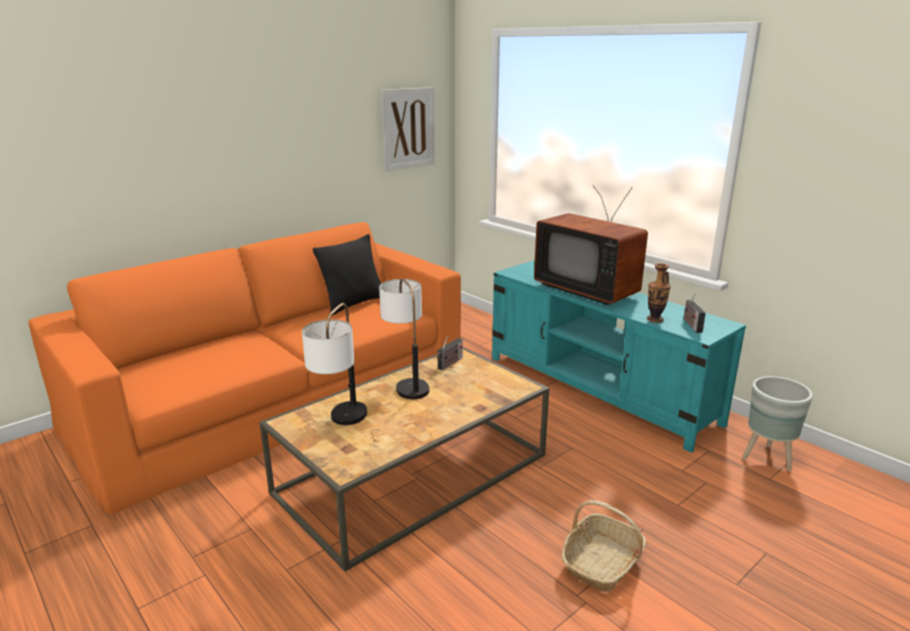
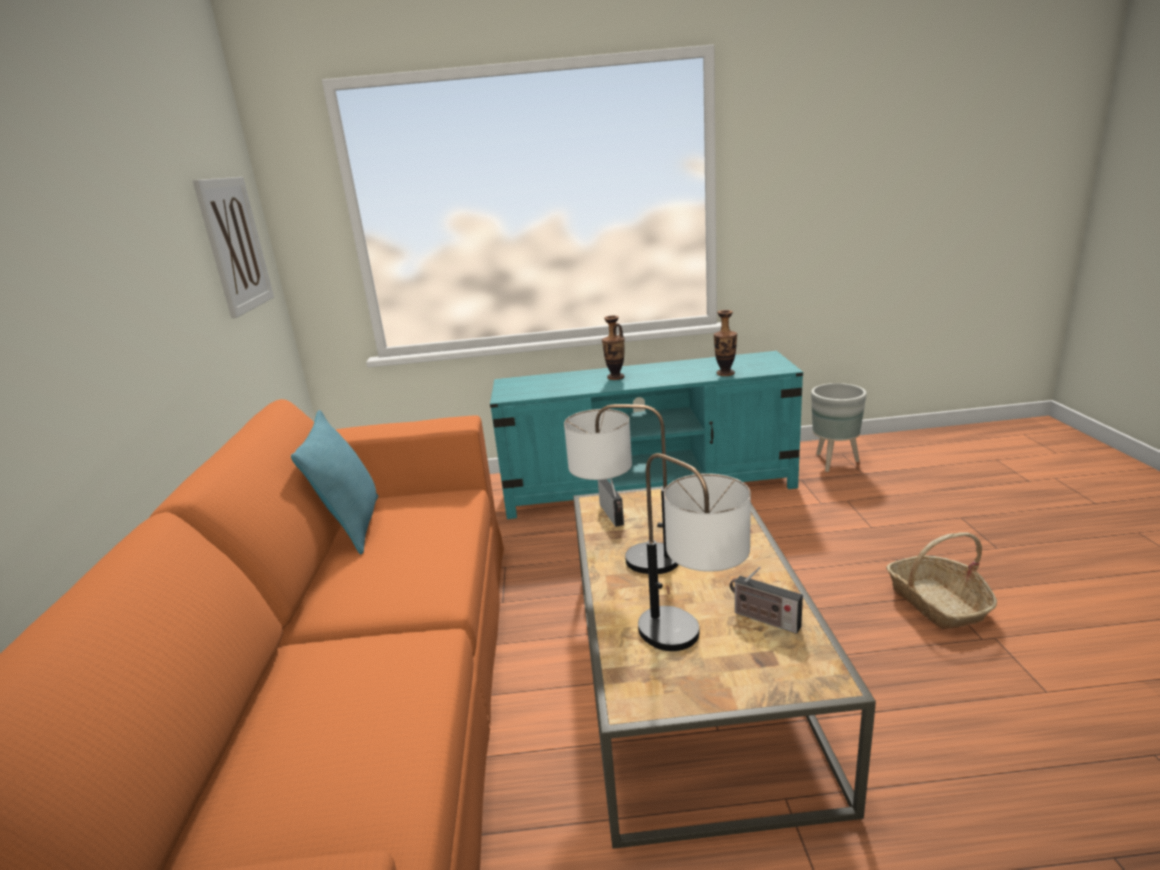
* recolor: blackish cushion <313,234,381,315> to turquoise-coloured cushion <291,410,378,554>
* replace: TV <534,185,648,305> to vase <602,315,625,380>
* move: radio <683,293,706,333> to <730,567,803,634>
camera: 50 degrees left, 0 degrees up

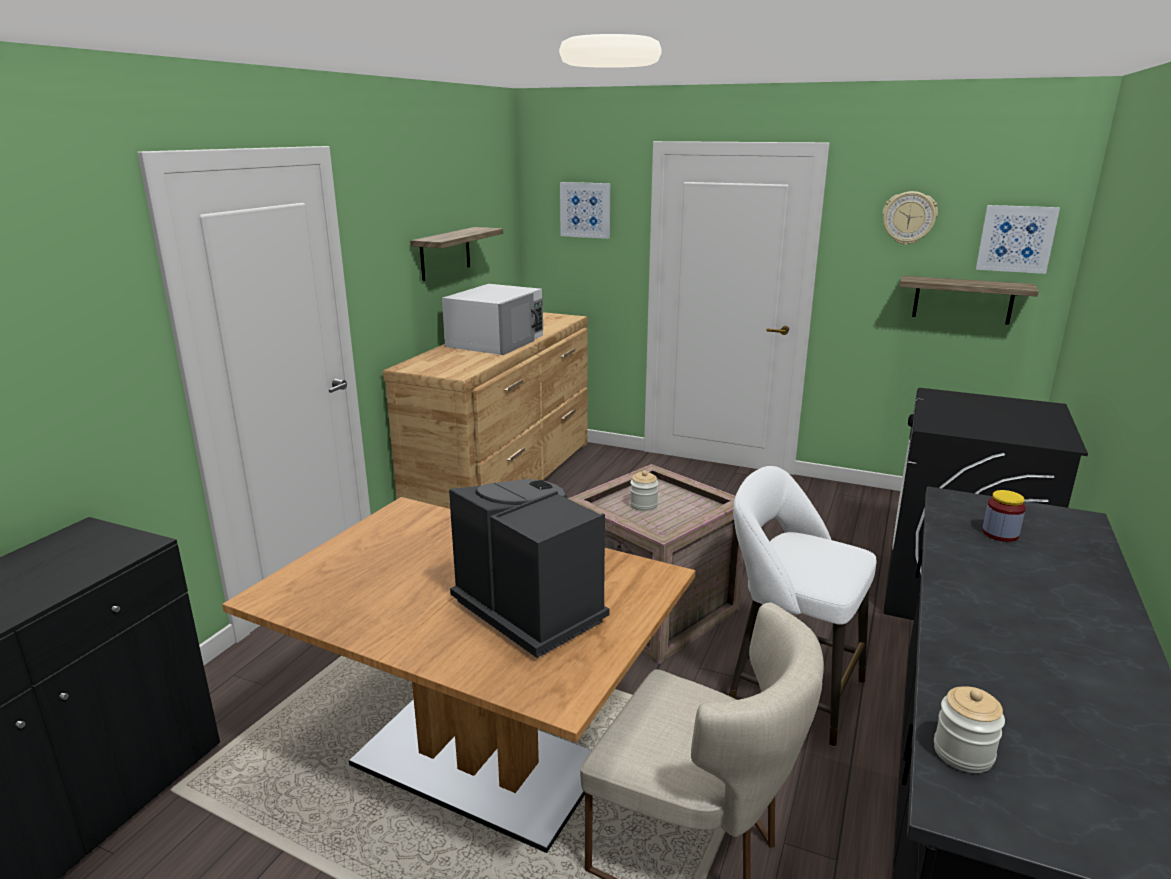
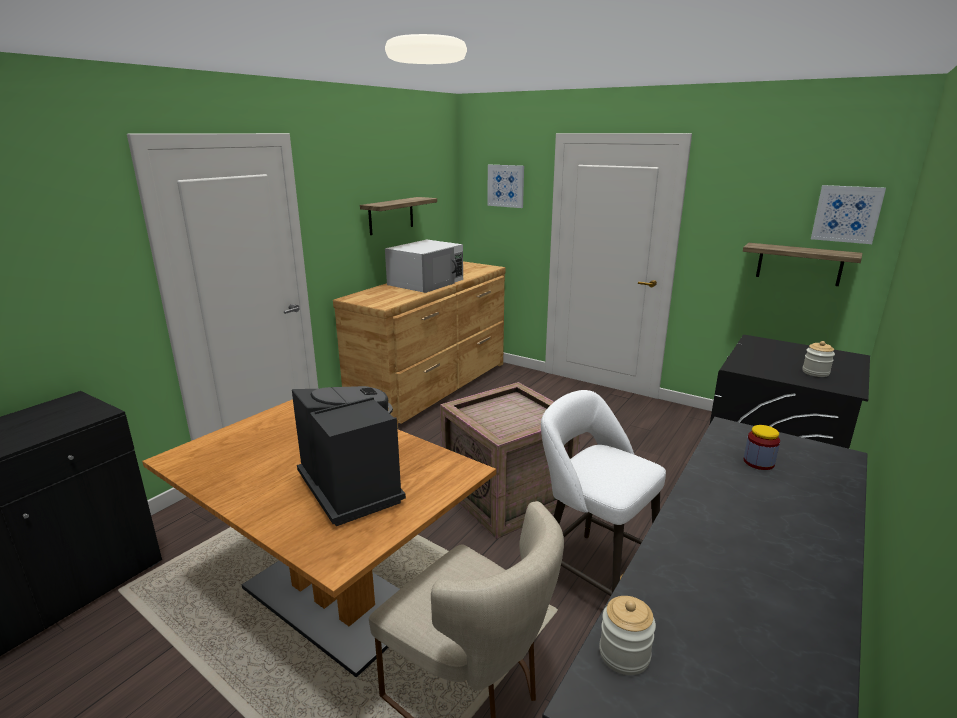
* move: preserve jar <630,471,659,511> to <802,341,835,377>
* delete: clock on the wall <882,191,938,245>
camera: 10 degrees right, 0 degrees up

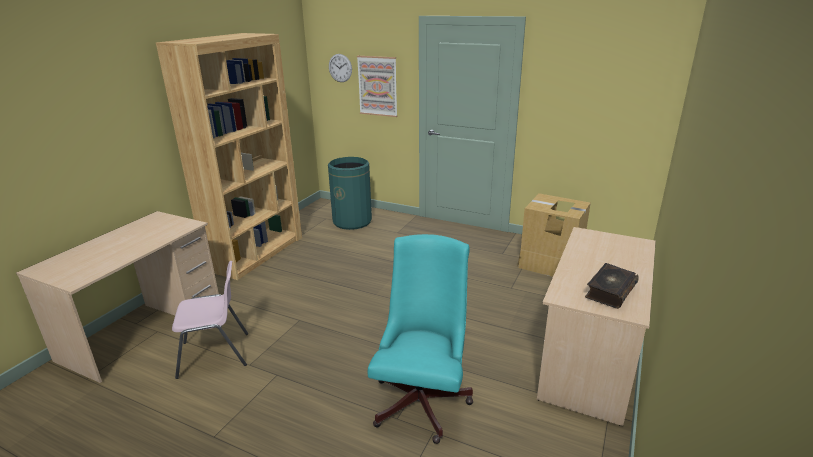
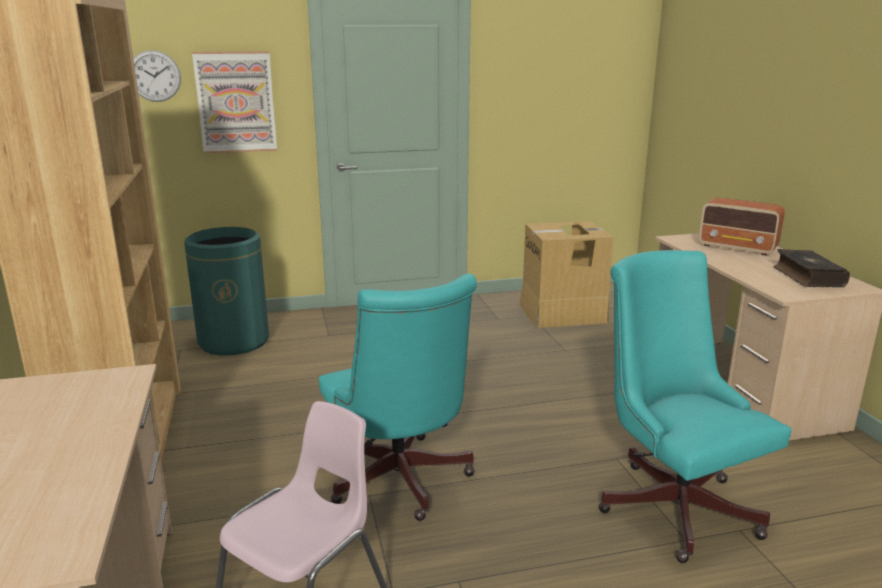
* insert: turquoise-coloured office chair <319,273,477,521>
* insert: radio <699,198,785,256>
camera: 40 degrees left, 5 degrees down

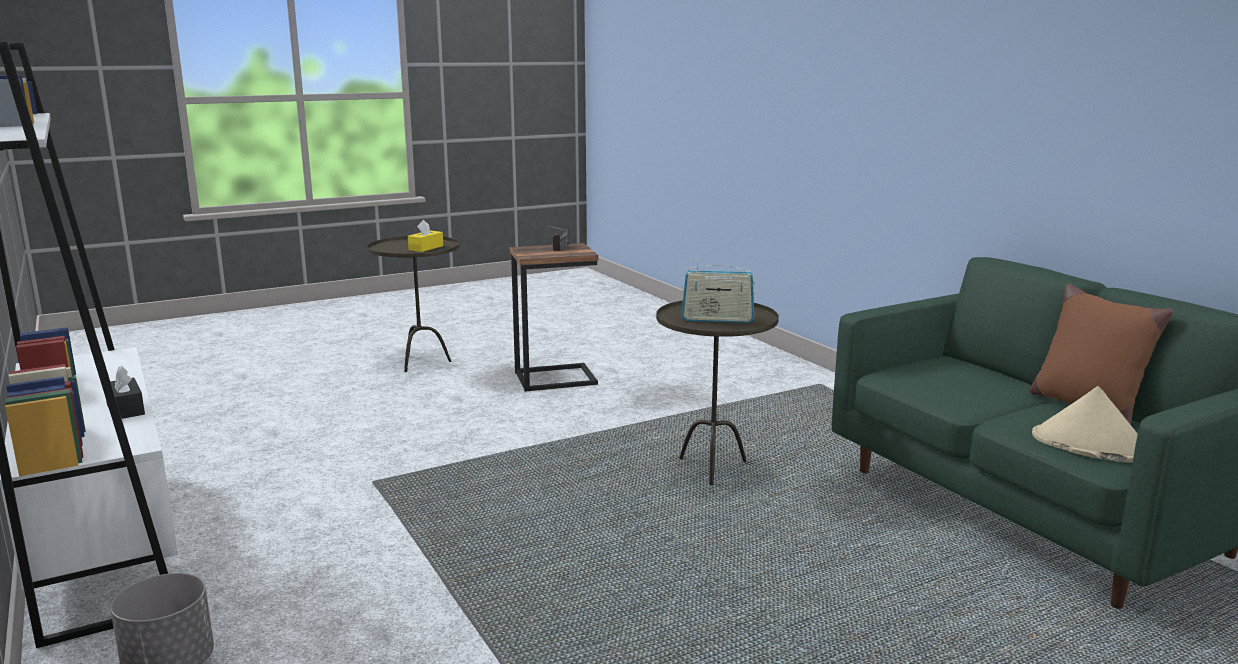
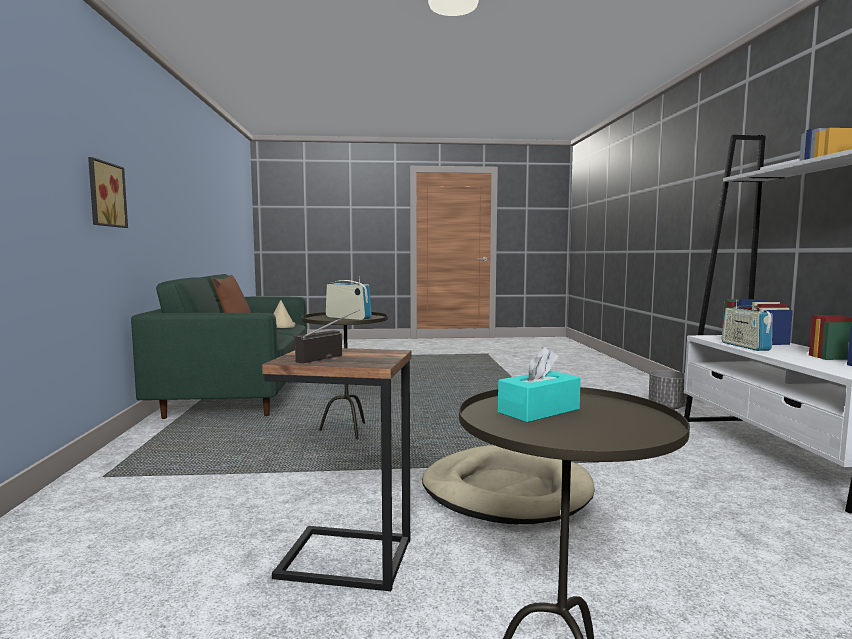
* replace: blackish tissue holder <106,366,145,419> to radio <722,300,772,351>
* recolor: yellow-coloured tissue holder <408,220,443,252> to turquoise-coloured tissue holder <498,347,581,422>
* insert: wall picture <88,157,128,228>
* insert: sand-coloured dog cushion <422,445,594,524>
camera: 155 degrees left, 10 degrees down

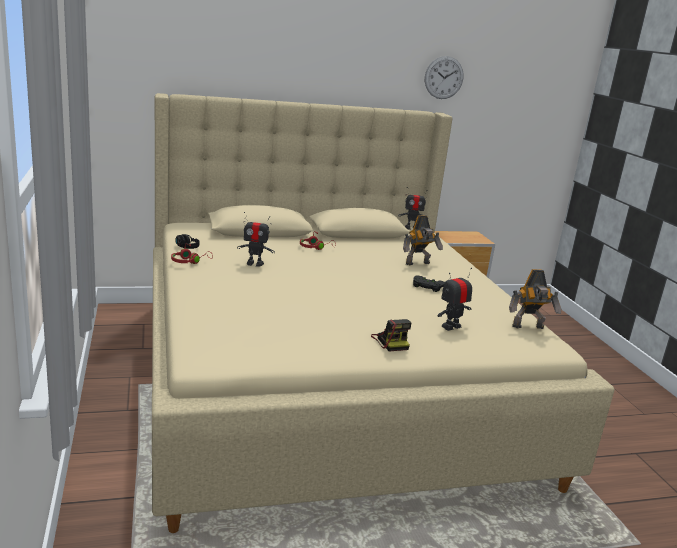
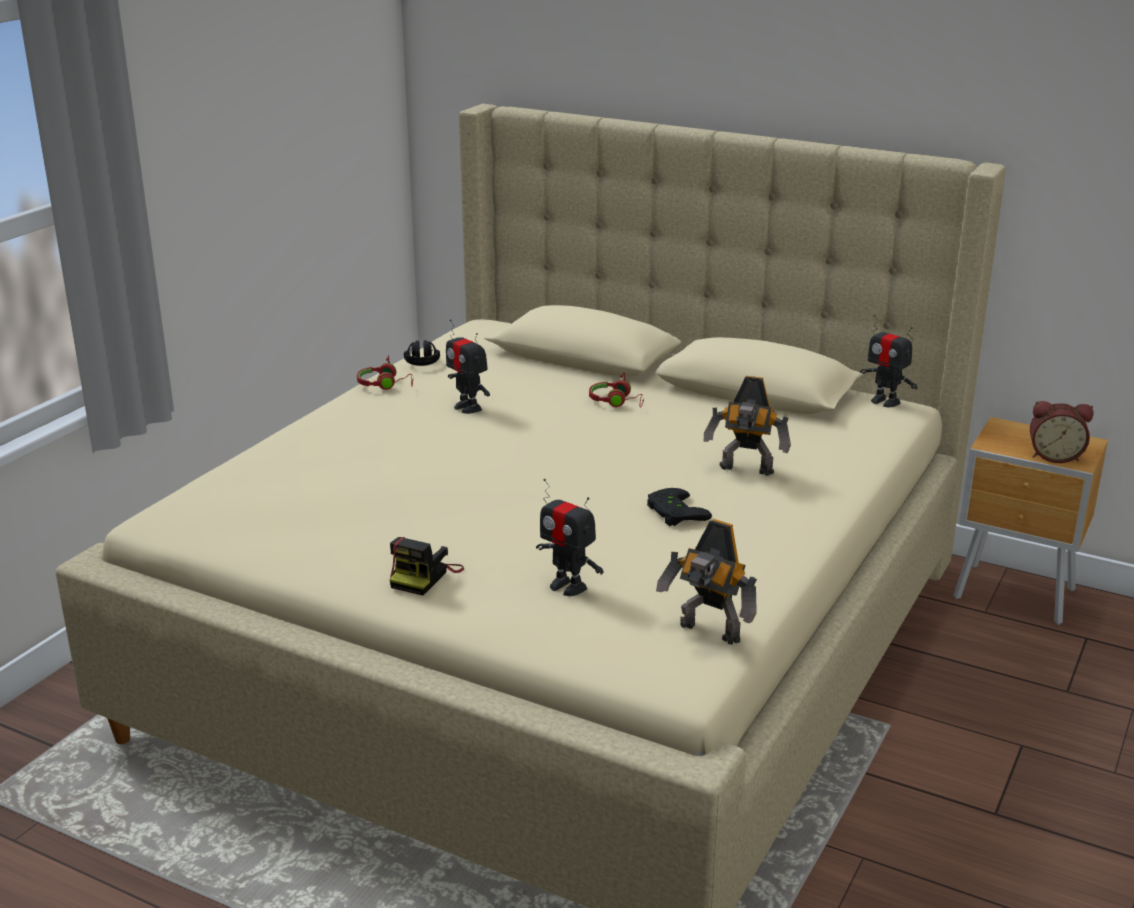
* delete: clock on the wall <425,56,464,99>
* rotate: model robot <438,268,472,331> = <536,479,604,596> 150 degrees counterclockwise
* insert: alarm clock <1030,401,1094,463>
camera: 45 degrees right, 5 degrees up

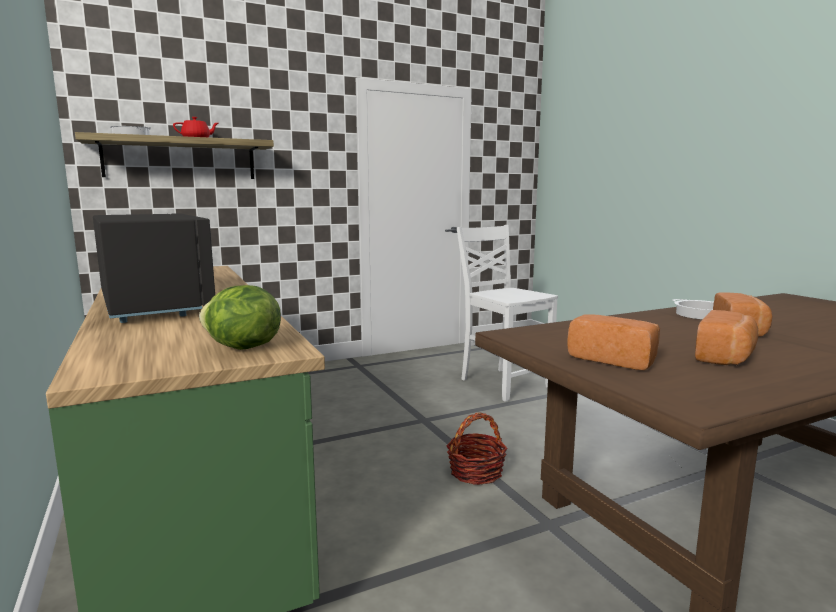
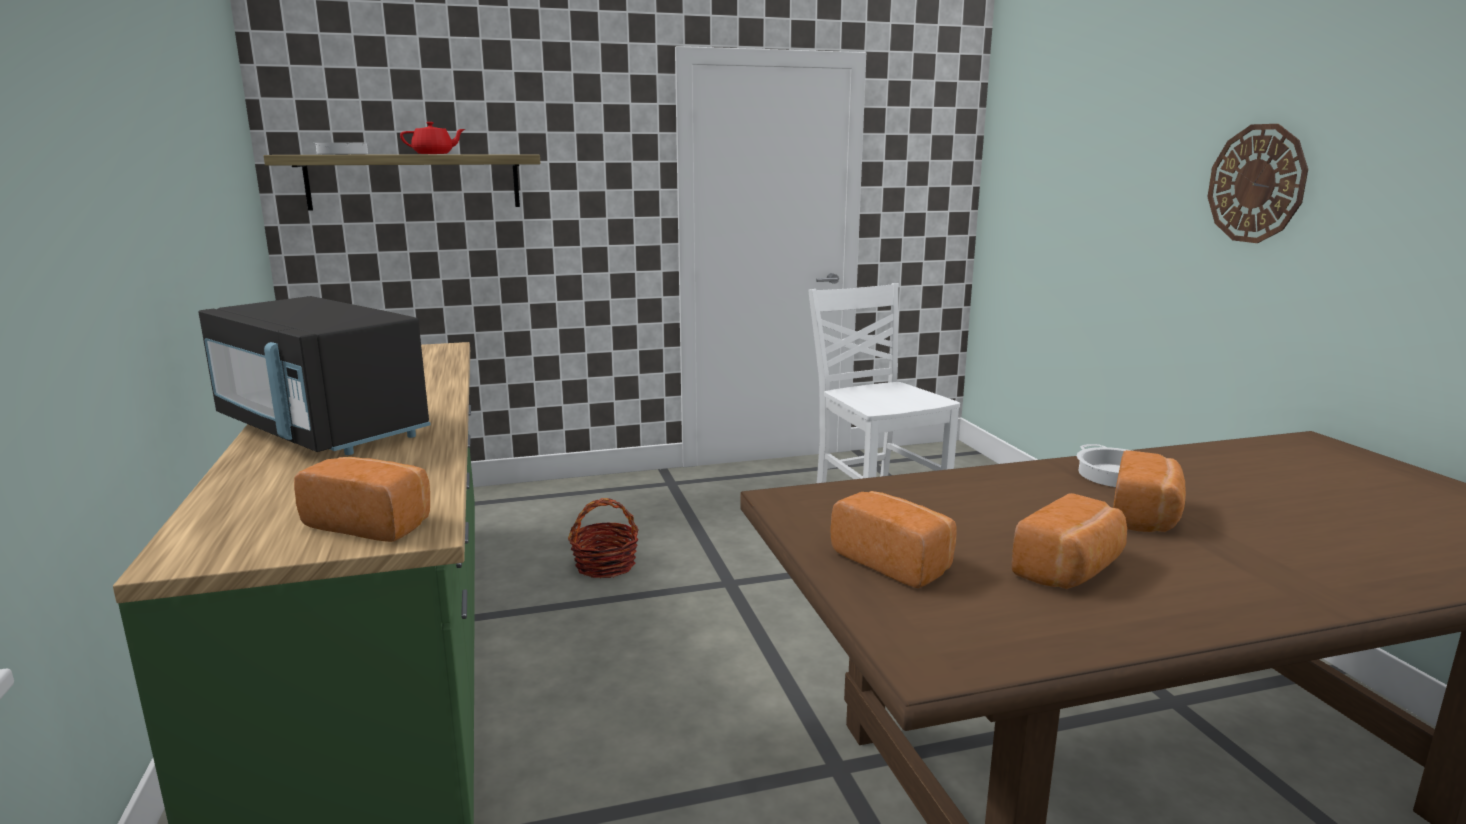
* rotate: blackish kitchen microwave <93,213,215,323> = <198,296,431,455> 150 degrees clockwise
* replace: lettuce head <199,285,281,350> to bakery bread <294,457,430,542>
* move: basket <446,412,507,485> to <568,498,639,578>
* insert: clock on the wall <1208,124,1308,243>
camera: 10 degrees right, 5 degrees up

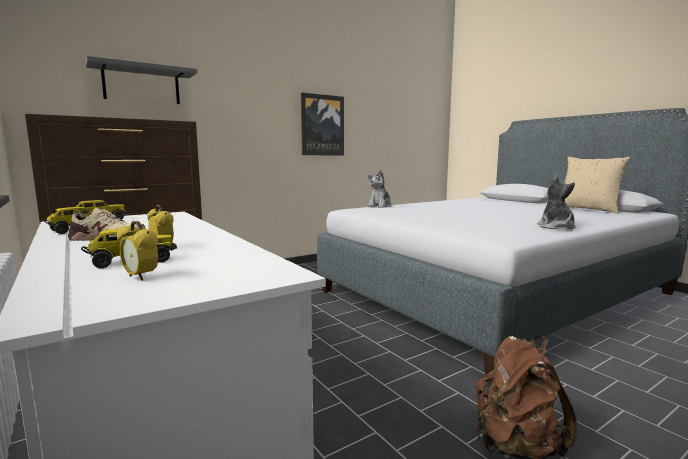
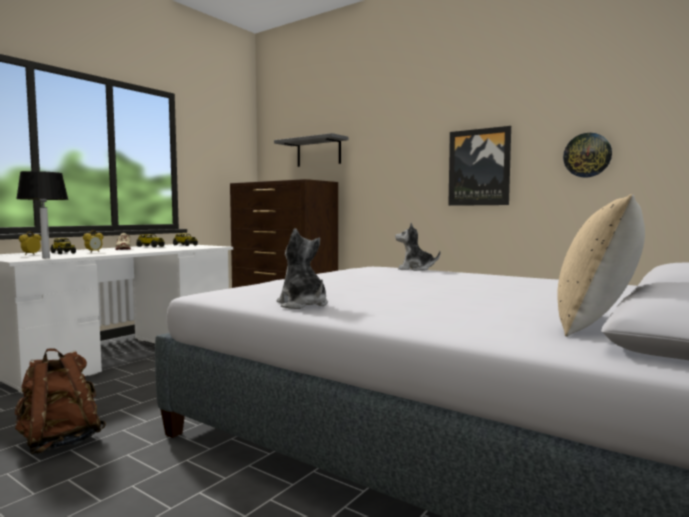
* rotate: soft toy <537,176,576,229> = <277,229,328,309> 105 degrees counterclockwise
* insert: table lamp <16,171,69,258>
* insert: clock on the wall <563,133,612,178>
camera: 70 degrees right, 5 degrees down

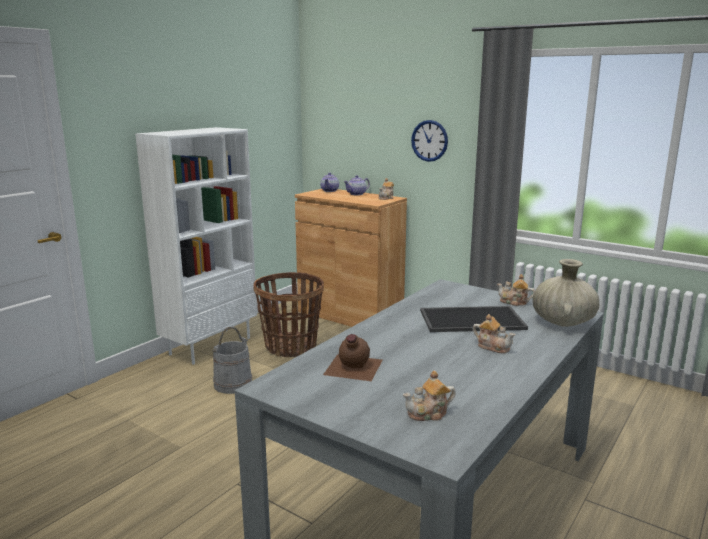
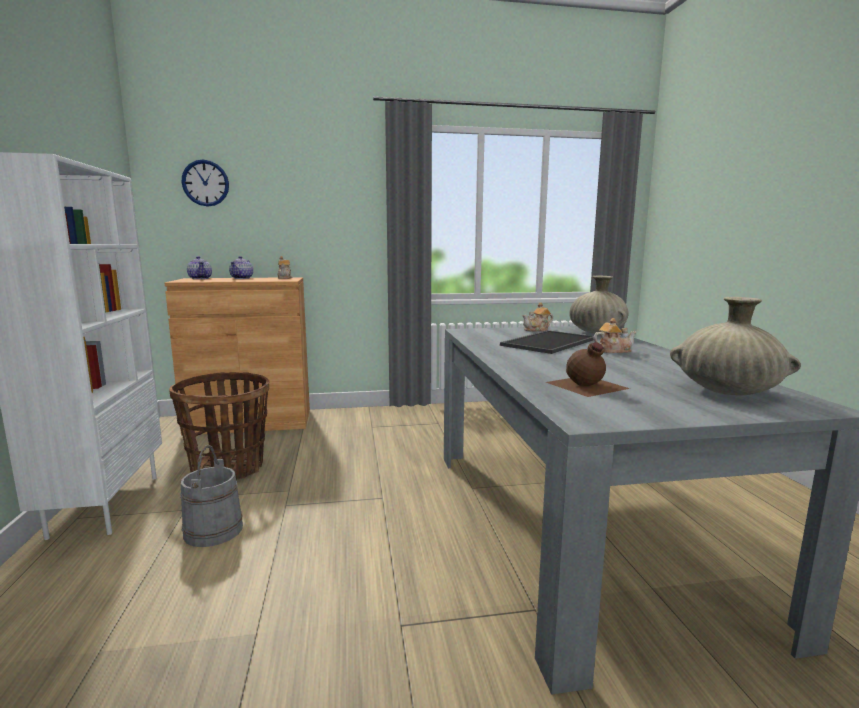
* replace: pot for tea <403,371,456,421> to sand-coloured vase <670,297,801,395>
* move: clock on the wall <411,120,448,162> to <181,160,229,206>
camera: 45 degrees left, 5 degrees down

